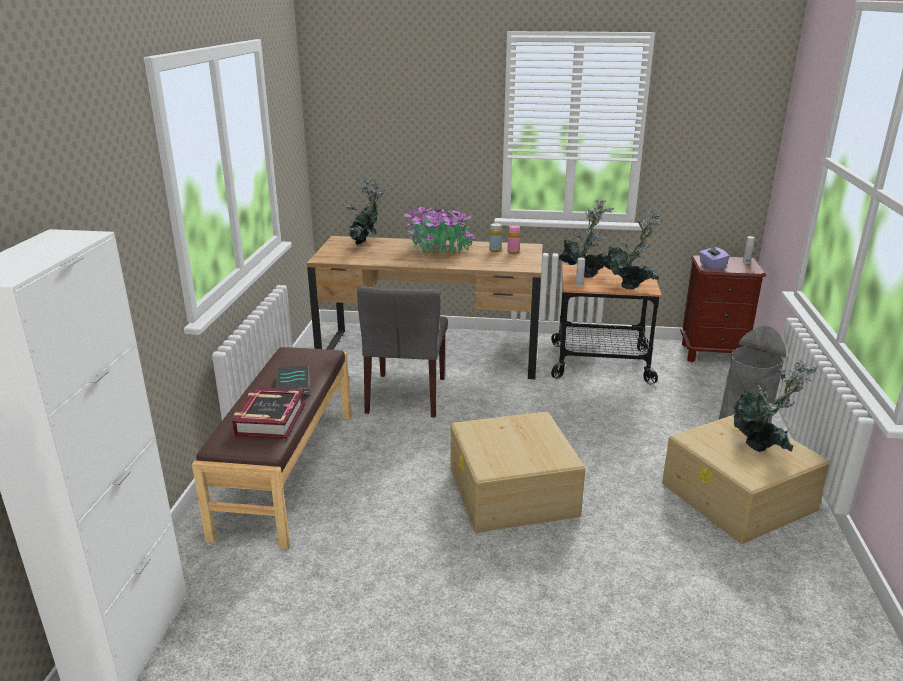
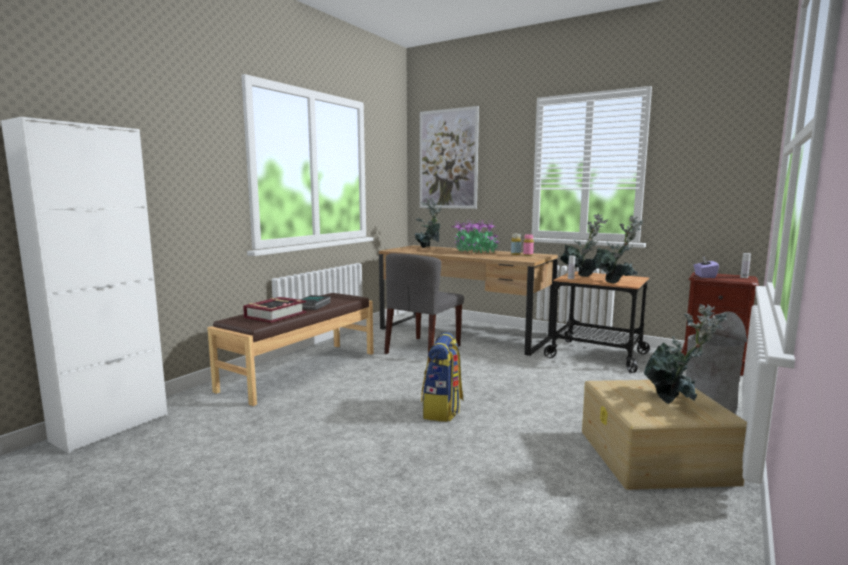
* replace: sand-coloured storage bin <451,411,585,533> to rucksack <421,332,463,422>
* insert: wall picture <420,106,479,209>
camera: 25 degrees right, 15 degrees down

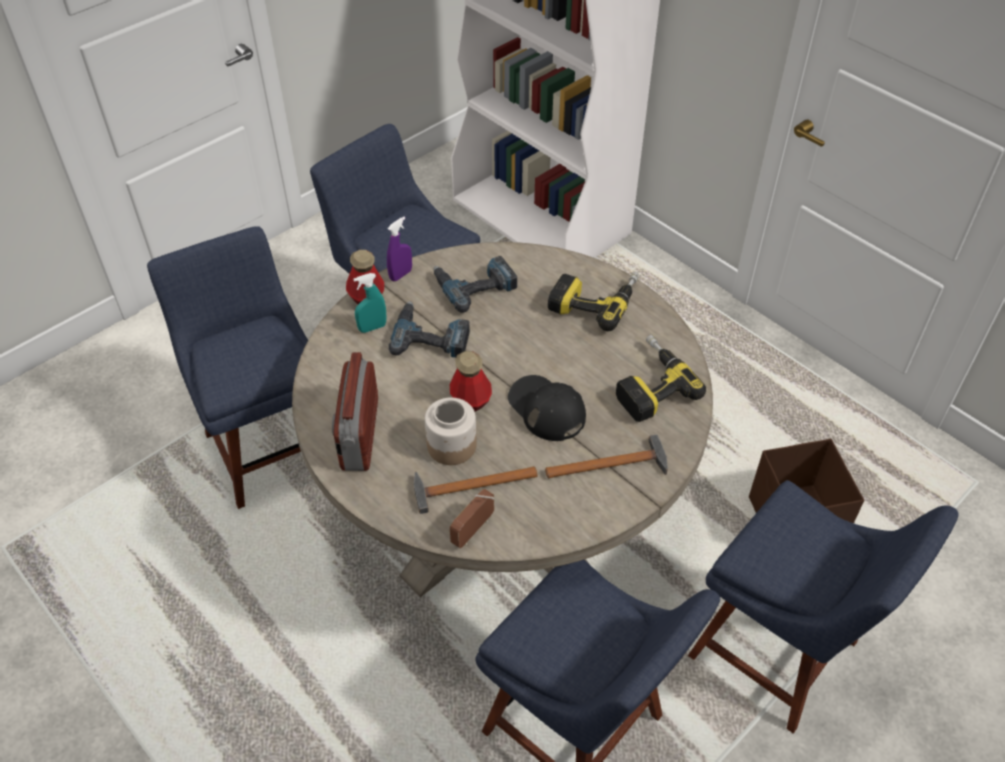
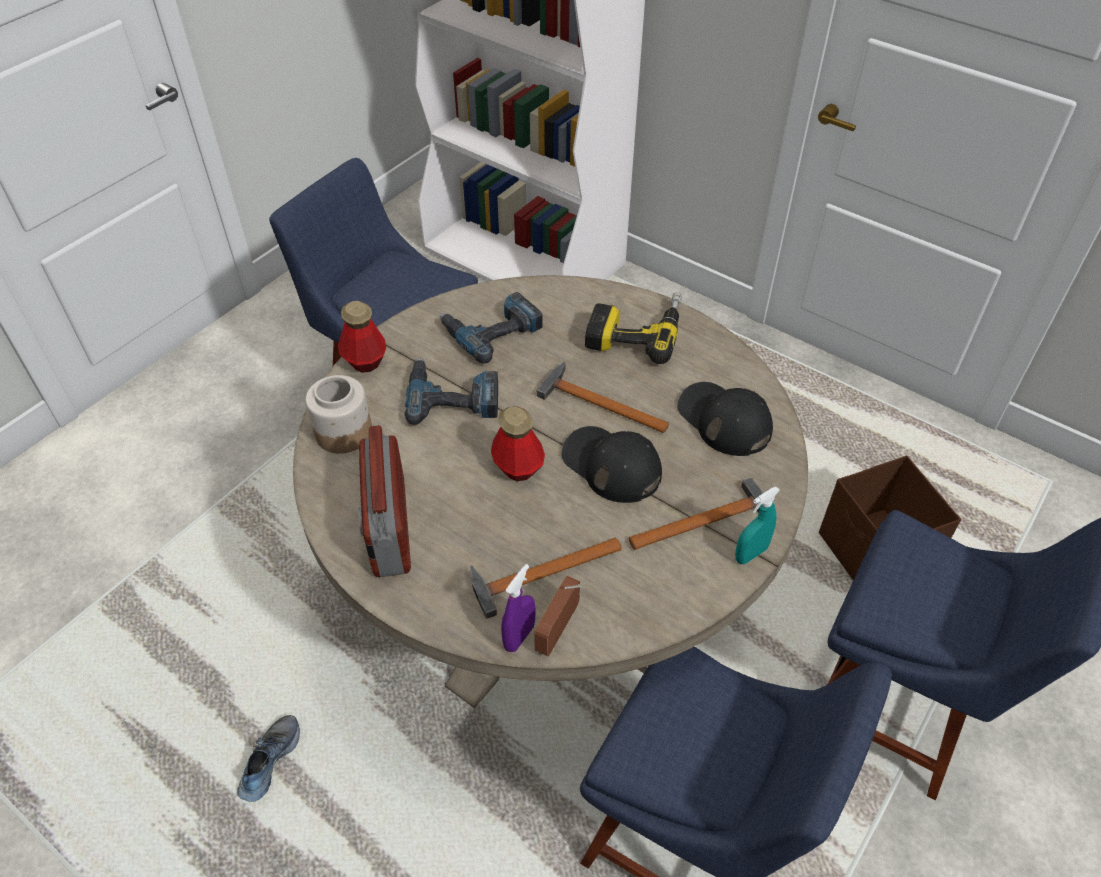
* delete: blue-coloured upright chair <147,226,308,509>
* move: turquoise-coloured hand sprayer <353,273,387,333> to <735,487,780,564>
* move: purplish hand sprayer <387,217,412,281> to <501,564,536,652>
* move: preserve jar <425,397,477,465> to <305,375,372,454>
* replace: power drill <616,335,706,422> to blackish cap <677,382,773,456>
* insert: shoe <237,715,300,802>
* insert: hand hammer <537,362,669,433>
camera: 10 degrees left, 0 degrees up

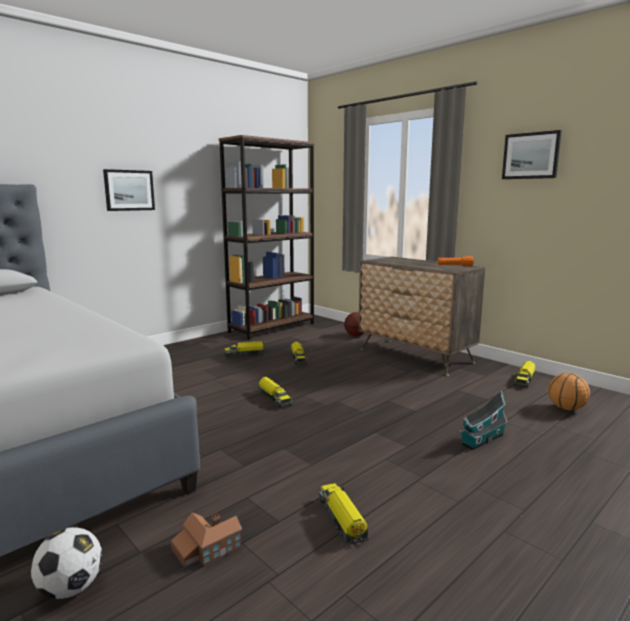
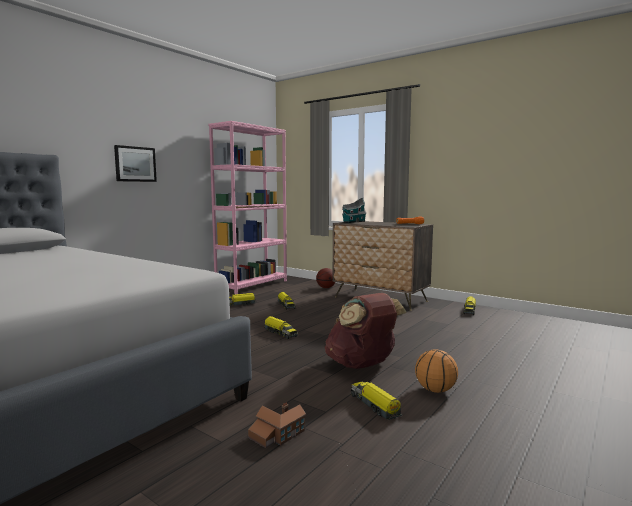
* delete: football <31,527,102,599>
* recolor: brown-coloured bookcase <219,135,314,340> to pink-coloured bookcase <209,121,287,294>
* move: miniature house <460,390,508,450> to <342,197,367,223>
* delete: wall picture <502,130,562,179>
* move: basketball <548,373,590,410> to <415,349,458,393>
* insert: brown-coloured rucksack <325,293,407,369>
camera: 10 degrees left, 5 degrees down

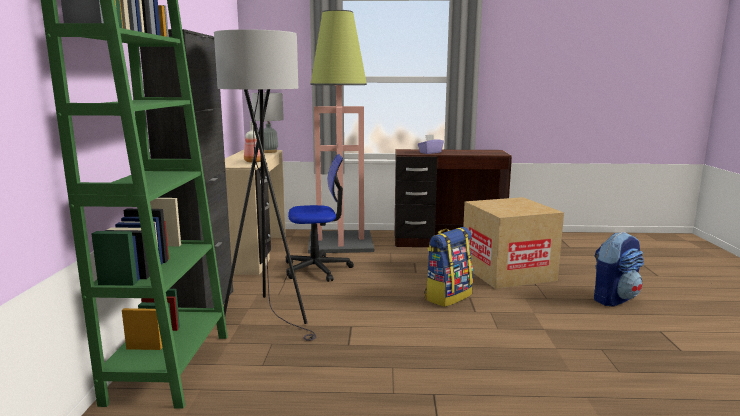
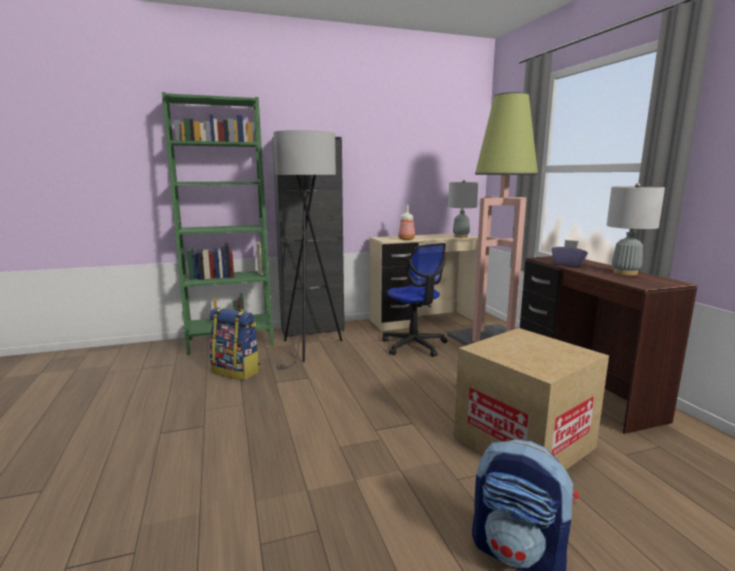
* move: rucksack <424,227,473,307> to <209,307,260,380>
* insert: greyish table lamp <607,183,665,276>
camera: 70 degrees right, 0 degrees up

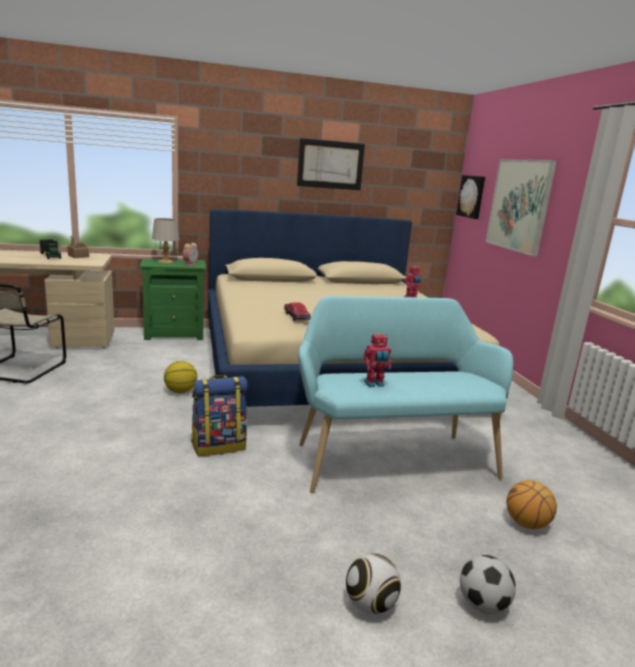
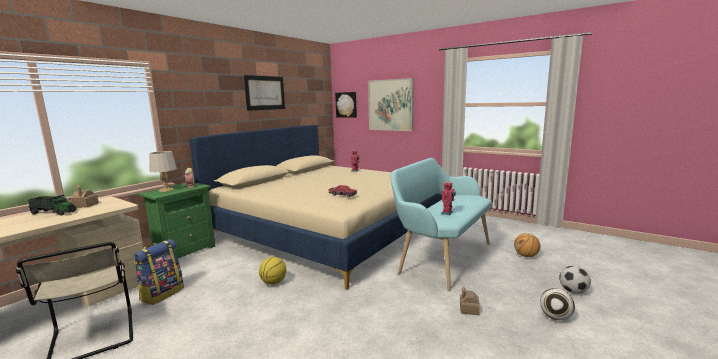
* move: rucksack <191,375,248,456> to <134,239,184,305>
* insert: miniature house <460,287,480,315>
camera: 40 degrees left, 5 degrees down

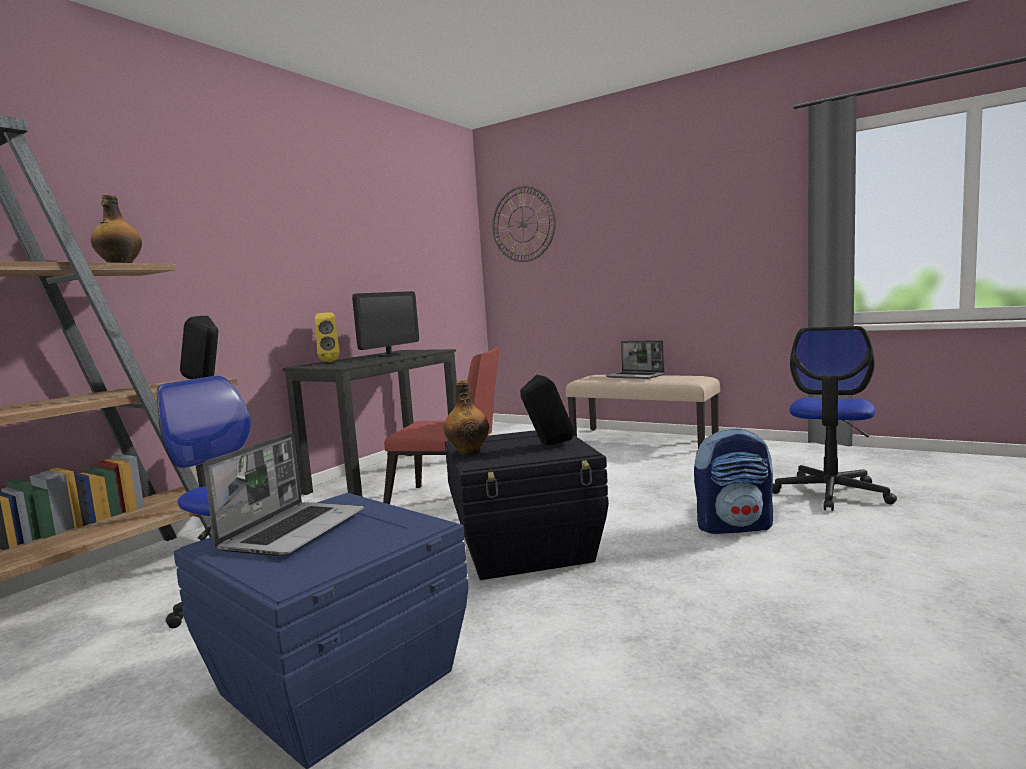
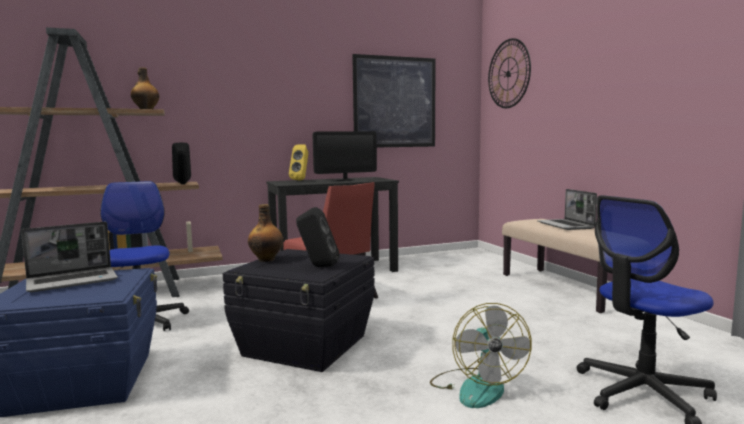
* replace: rucksack <694,428,773,534> to fan <430,303,532,408>
* insert: wall picture <352,54,436,147>
camera: 35 degrees right, 0 degrees up

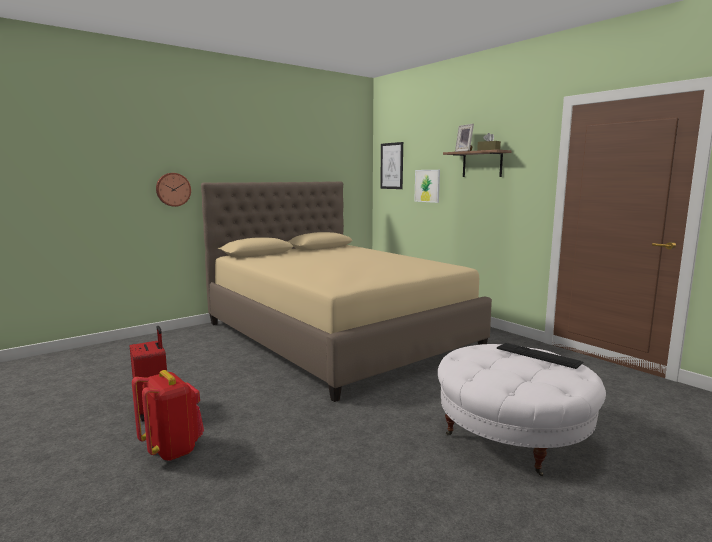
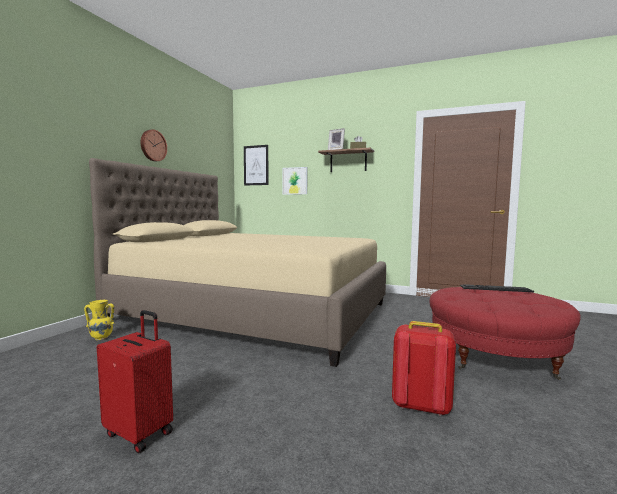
* move: reddish rucksack <132,370,204,461> to <392,321,456,416>
* move: clock on the wall <156,173,191,207> to <141,129,167,161>
* recolor: whitish footrest <438,344,606,476> to reddish footrest <429,287,581,380>
* insert: yellow-coloured vase <84,300,115,340>
camera: 30 degrees left, 5 degrees down

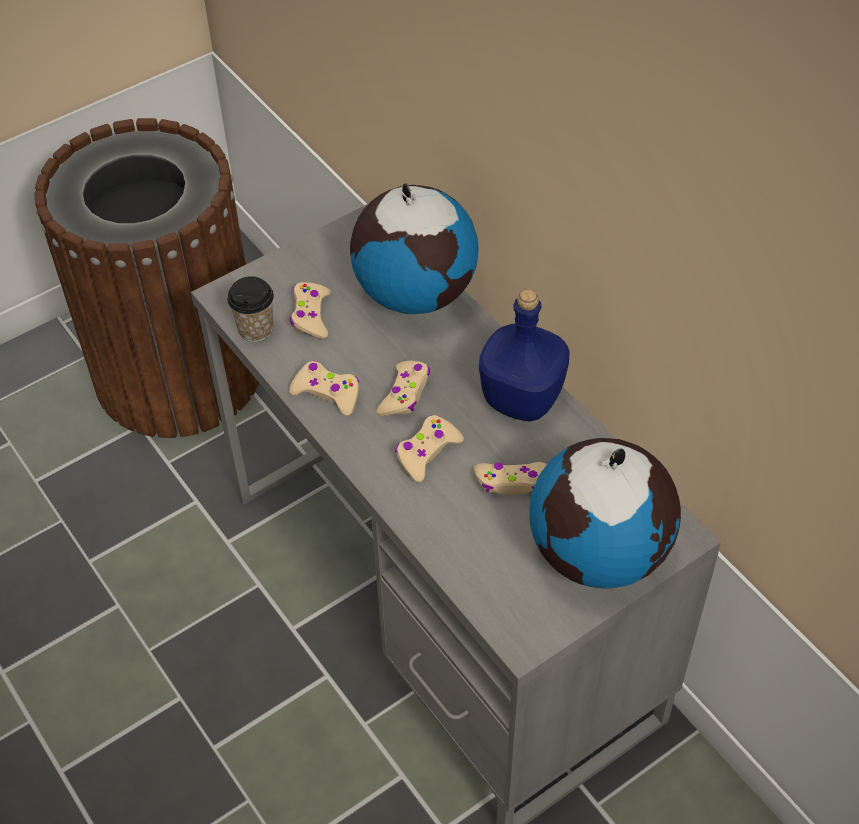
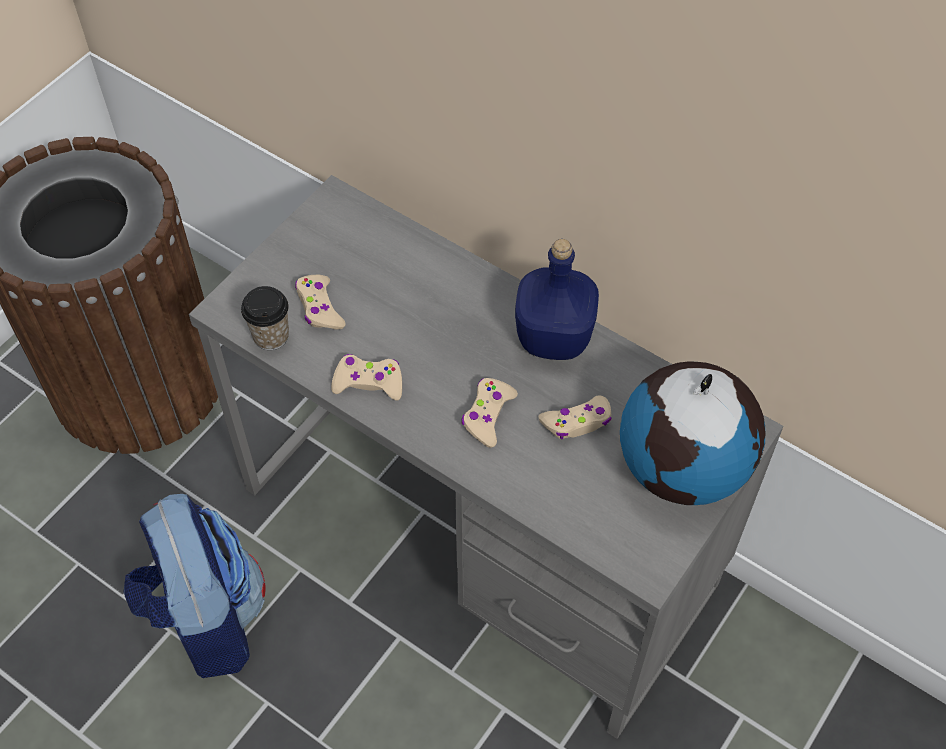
* delete: globe <350,183,479,314>
* delete: sand-coloured gamepad <376,361,430,416>
* insert: rucksack <123,494,266,678>
camera: 20 degrees left, 5 degrees up

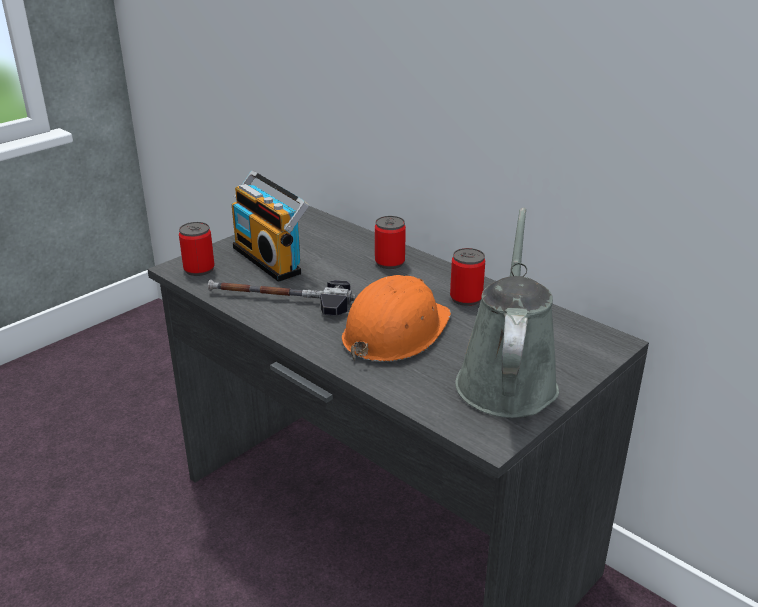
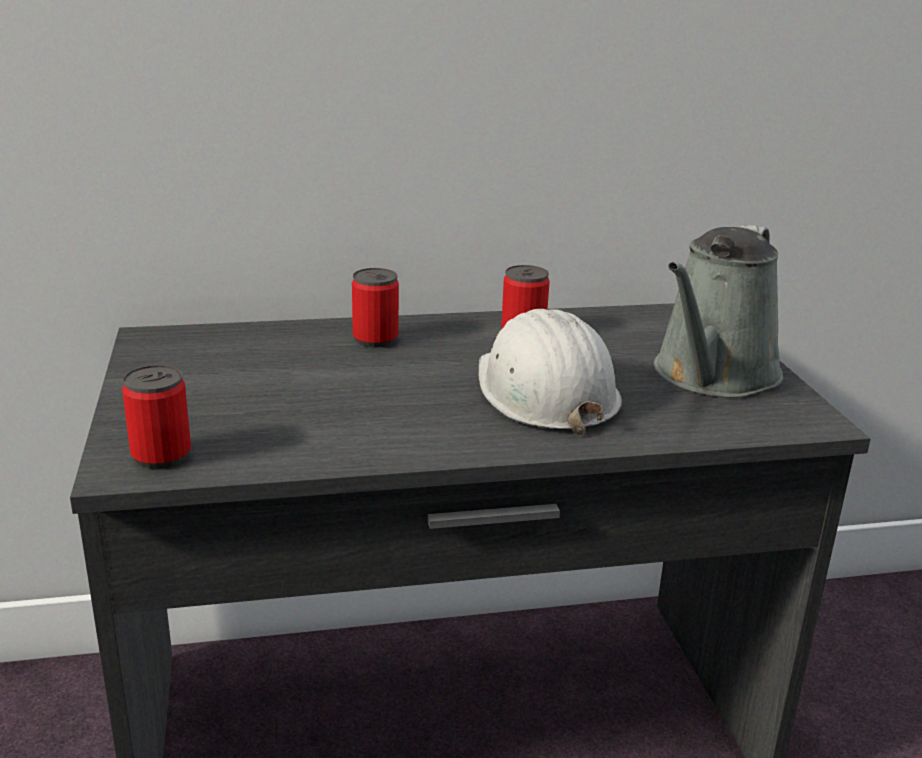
* delete: hand hammer <208,280,356,316>
* delete: radio <232,171,309,282>
* recolor: orange-coloured safety helmet <342,275,451,362> to whitish safety helmet <478,309,622,436>
* rotate: greyish watering can <455,208,559,418> = <654,225,783,398> 105 degrees counterclockwise
camera: 55 degrees left, 5 degrees down

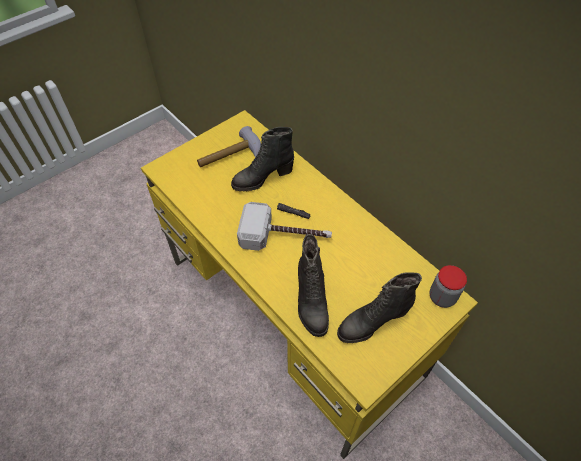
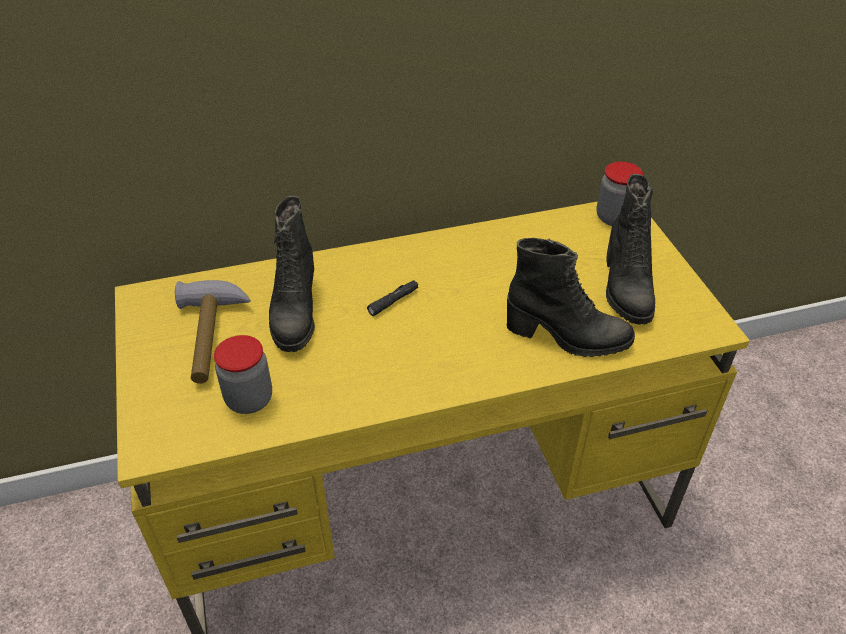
* delete: hand hammer <237,202,332,251>
* insert: preserve jar <214,335,272,414>
camera: 65 degrees left, 10 degrees down

